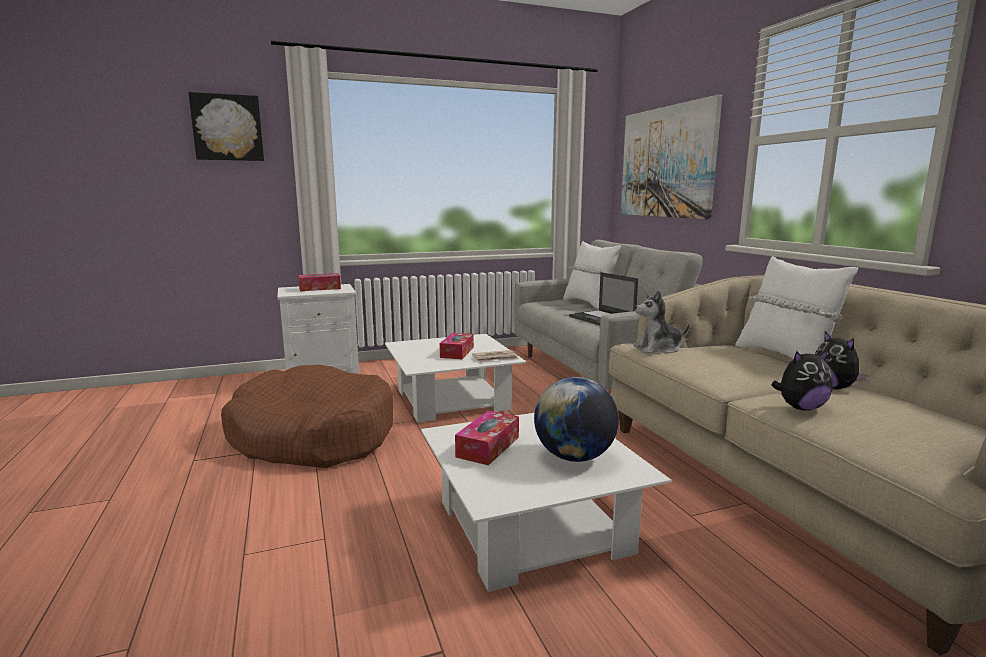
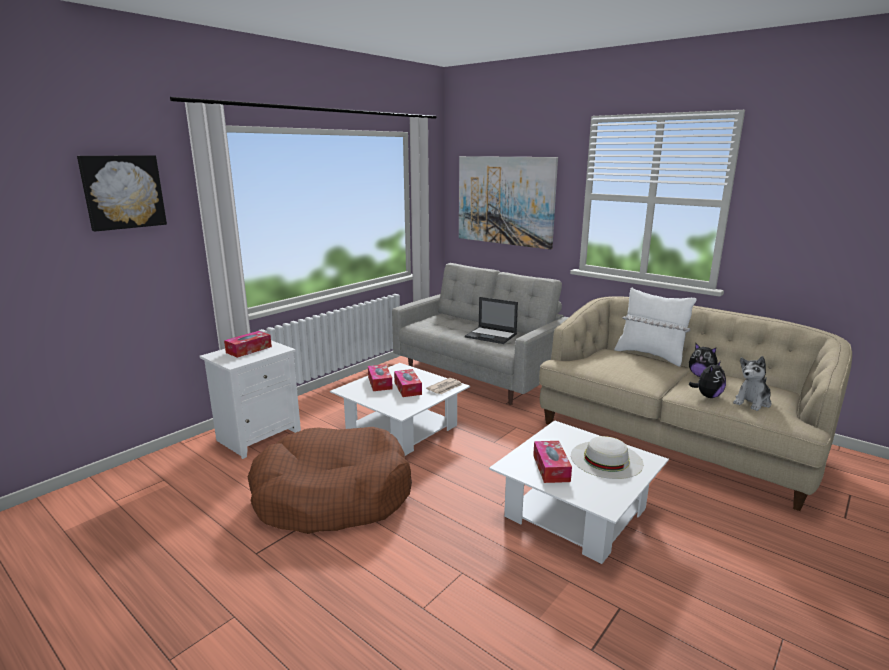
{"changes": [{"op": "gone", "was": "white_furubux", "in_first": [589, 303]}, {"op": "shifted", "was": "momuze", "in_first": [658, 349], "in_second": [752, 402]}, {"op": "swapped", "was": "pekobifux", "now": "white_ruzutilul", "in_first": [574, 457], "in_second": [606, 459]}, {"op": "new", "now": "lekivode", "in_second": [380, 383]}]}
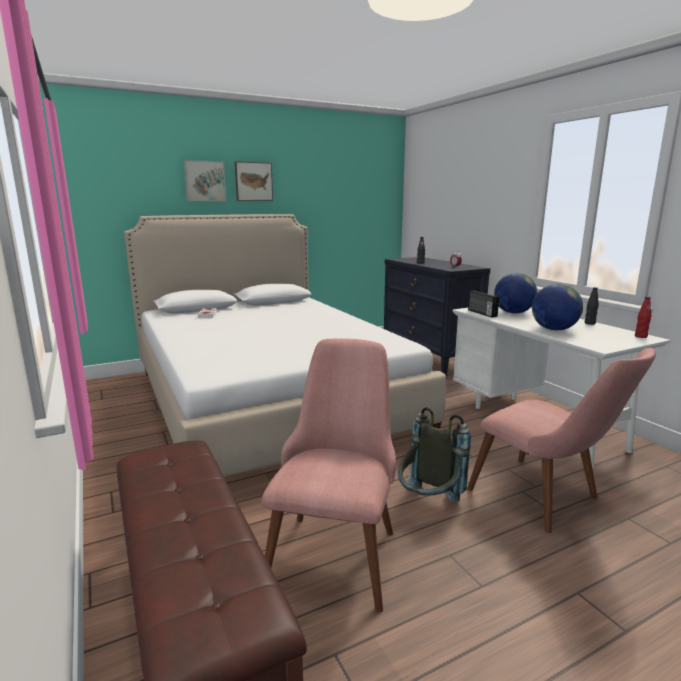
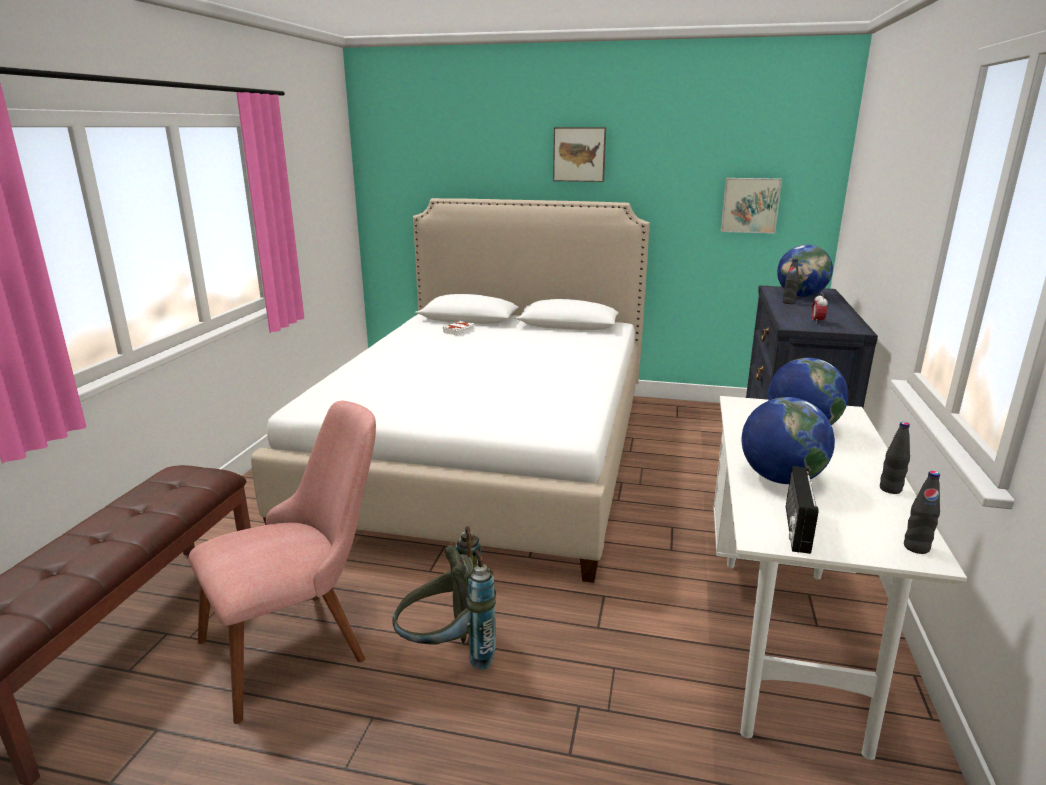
{"changes": [{"op": "shifted", "was": "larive", "in_first": [204, 181], "in_second": [750, 205]}, {"op": "shifted", "was": "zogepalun", "in_first": [481, 313], "in_second": [795, 528]}, {"op": "repainted", "was": "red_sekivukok", "now": "black_sekivukok", "in_first": [640, 336], "in_second": [916, 547]}, {"op": "gone", "was": "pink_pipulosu", "in_first": [547, 500]}, {"op": "new", "now": "pekobifux", "in_second": [801, 296]}]}
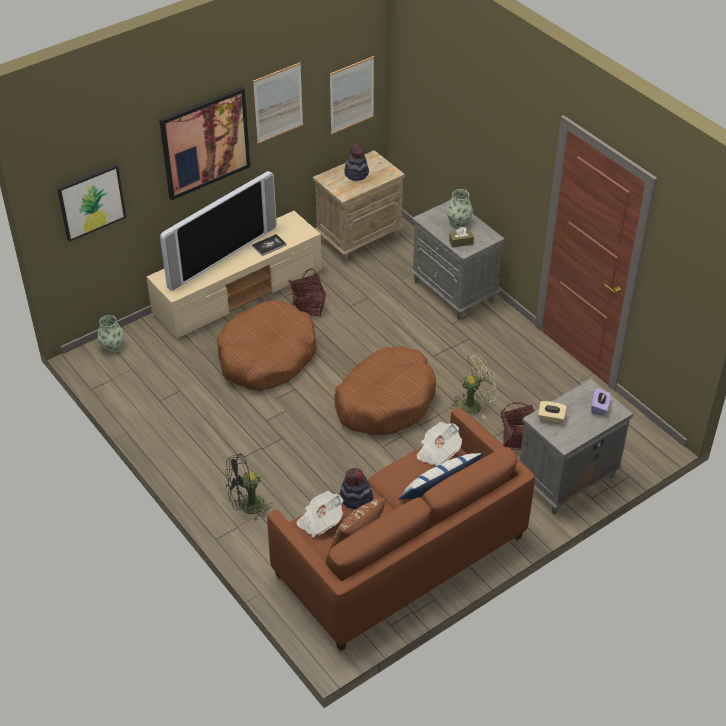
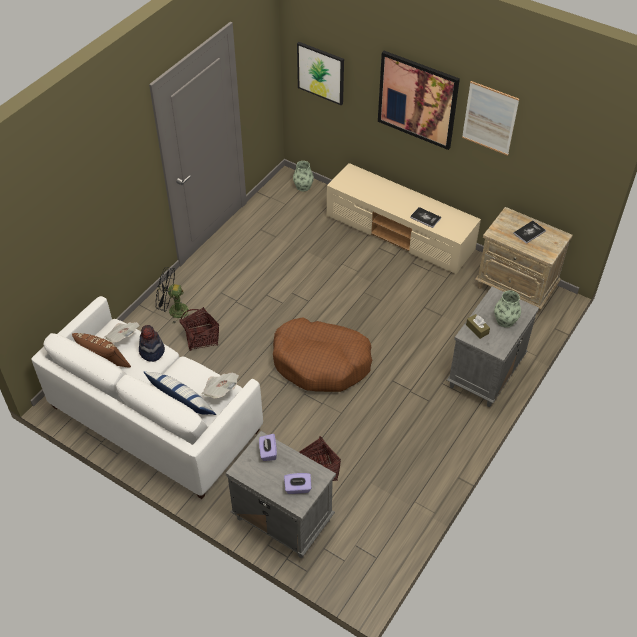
{"changes": [{"op": "gone", "was": "larive", "in_first": [351, 95]}, {"op": "swapped", "was": "ruzutilul", "now": "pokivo", "in_first": [356, 173], "in_second": [529, 232]}, {"op": "gone", "was": "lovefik", "in_first": [220, 255]}, {"op": "shifted", "was": "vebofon", "in_first": [308, 306], "in_second": [201, 338]}, {"op": "gone", "was": "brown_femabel", "in_first": [266, 357]}, {"op": "gone", "was": "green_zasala", "in_first": [474, 405]}, {"op": "repainted", "was": "beige_lekivode", "now": "purple_lekivode", "in_first": [551, 418], "in_second": [268, 452]}, {"op": "repainted", "was": "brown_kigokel", "now": "white_kigokel", "in_first": [400, 556], "in_second": [155, 419]}, {"op": "rotated", "was": "black_zasala", "in_first": [246, 507], "in_second": [173, 311], "clockwise": -45}]}
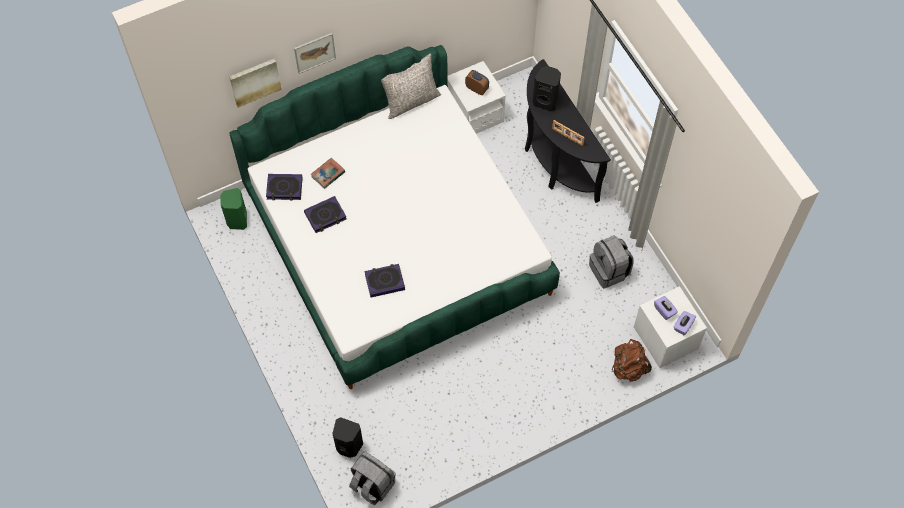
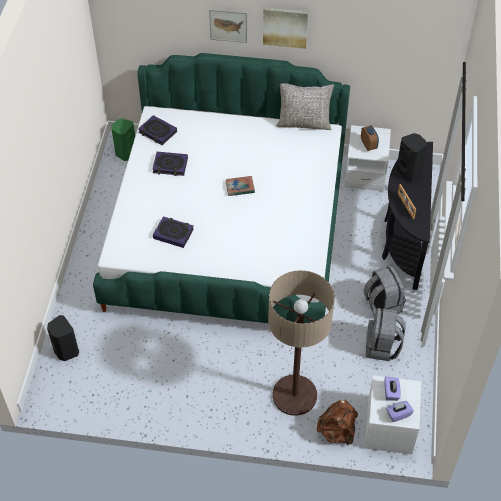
{"changes": [{"op": "shifted", "was": "larive", "in_first": [255, 81], "in_second": [285, 26]}, {"op": "shifted", "was": "pokivo", "in_first": [328, 174], "in_second": [240, 187]}, {"op": "shifted", "was": "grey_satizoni", "in_first": [372, 485], "in_second": [382, 305]}, {"op": "new", "now": "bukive", "in_second": [294, 395]}]}
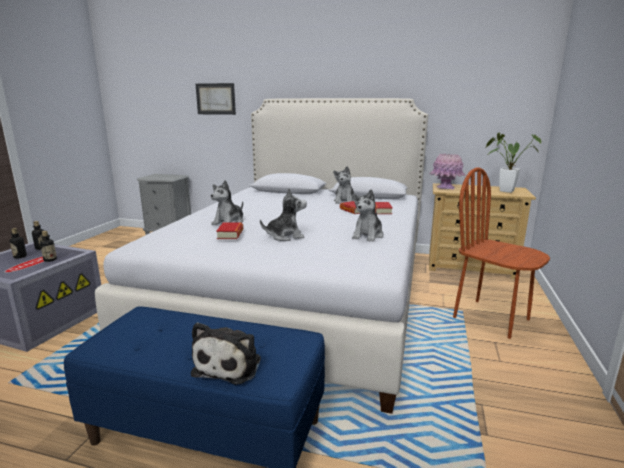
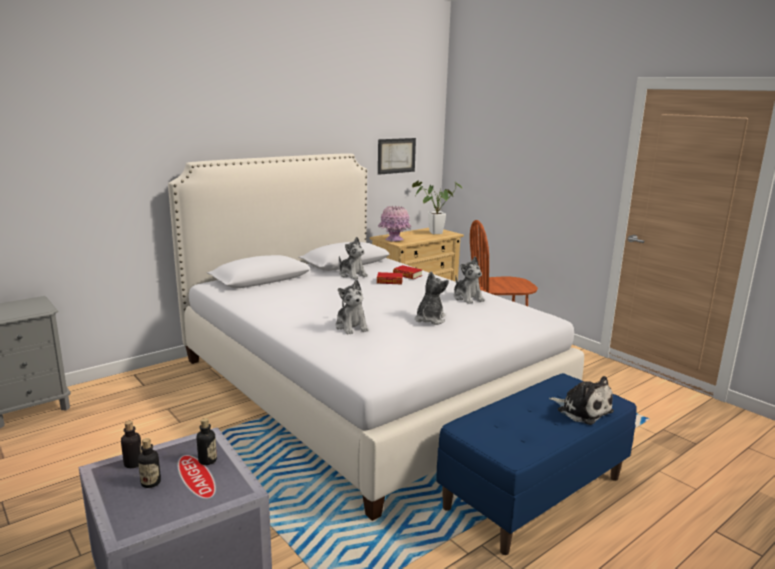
{"changes": [{"op": "shifted", "was": "larive", "in_first": [215, 99], "in_second": [396, 155]}, {"op": "gone", "was": "pokivo", "in_first": [230, 234]}]}
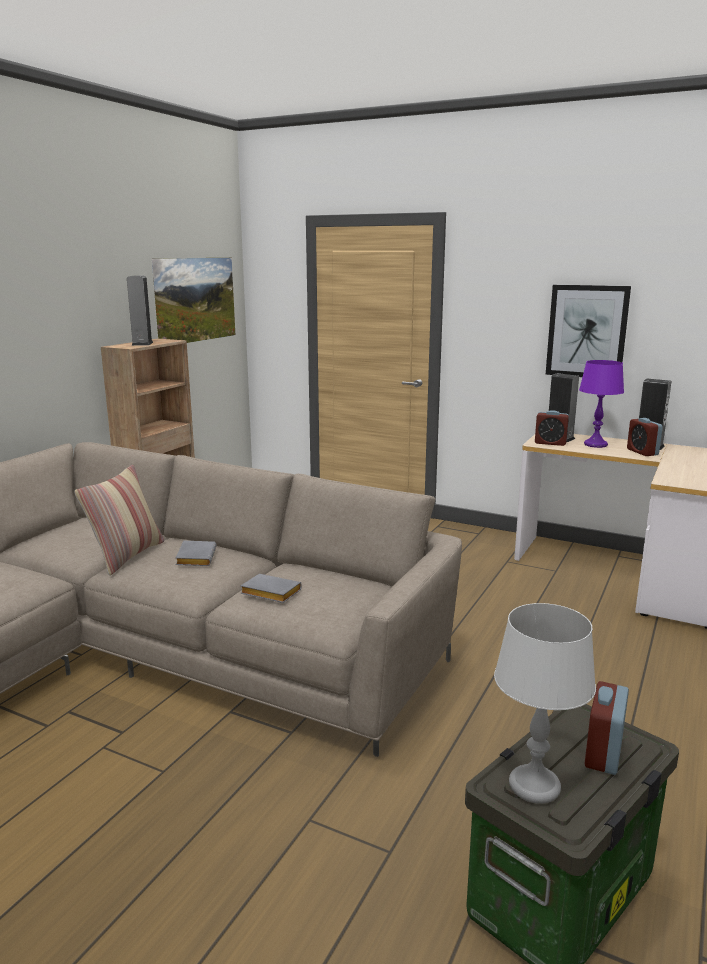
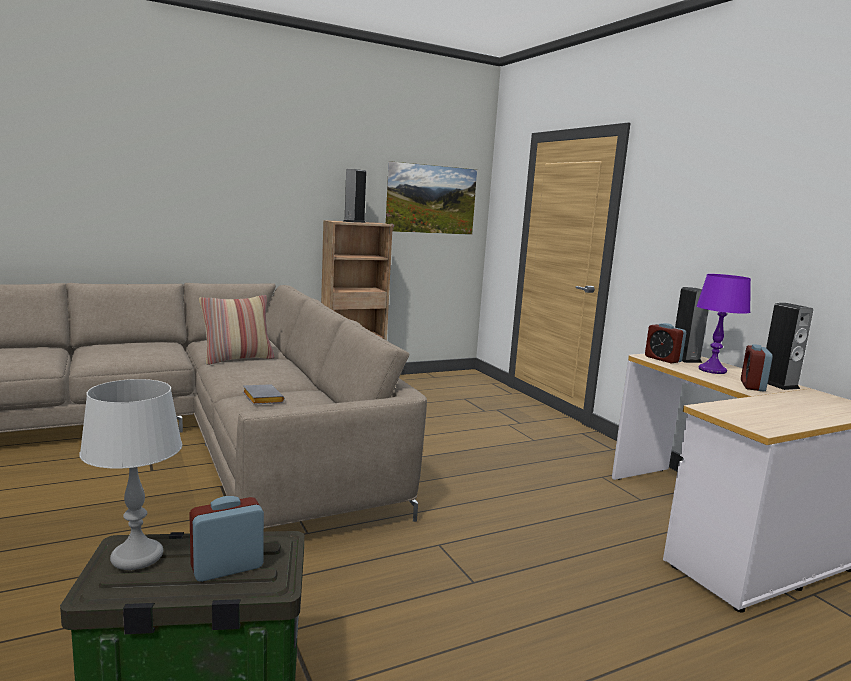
{"changes": [{"op": "gone", "was": "larive", "in_first": [587, 331]}, {"op": "gone", "was": "grey_pokivo", "in_first": [195, 557]}]}
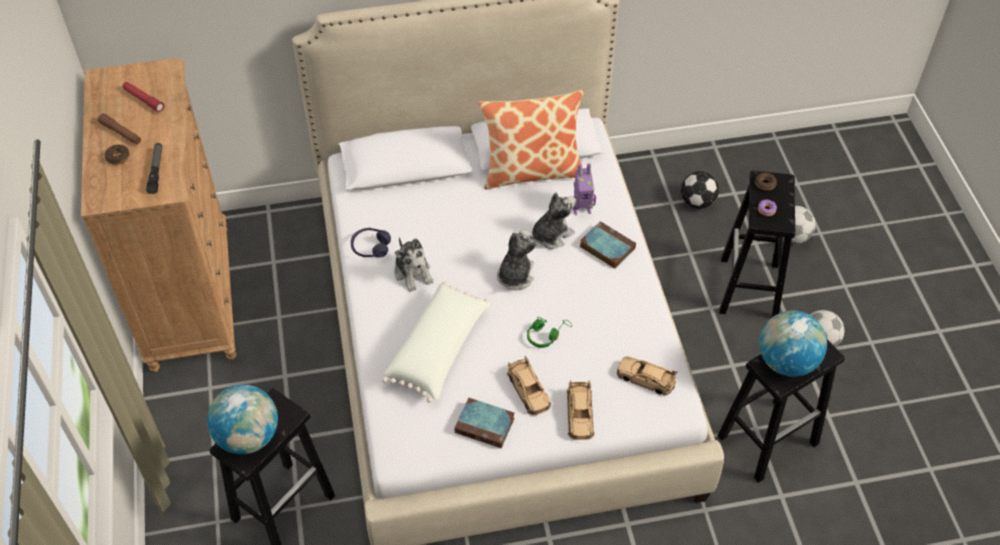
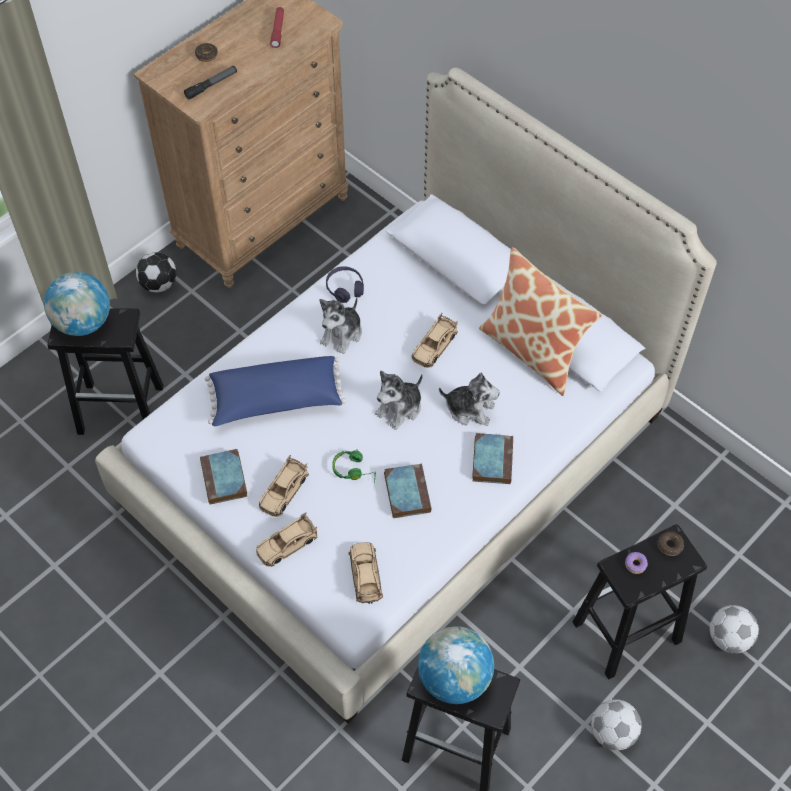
{"changes": [{"op": "gone", "was": "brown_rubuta", "in_first": [121, 133]}, {"op": "gone", "was": "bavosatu", "in_first": [581, 209]}, {"op": "shifted", "was": "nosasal", "in_first": [696, 202], "in_second": [159, 284]}, {"op": "rotated", "was": "momuze", "in_first": [515, 275], "in_second": [400, 408], "clockwise": 150}, {"op": "repainted", "was": "white_furubux", "now": "blue_furubux", "in_first": [439, 349], "in_second": [276, 400]}, {"op": "new", "now": "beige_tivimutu", "in_second": [434, 346]}, {"op": "new", "now": "pokivo", "in_second": [406, 492]}]}
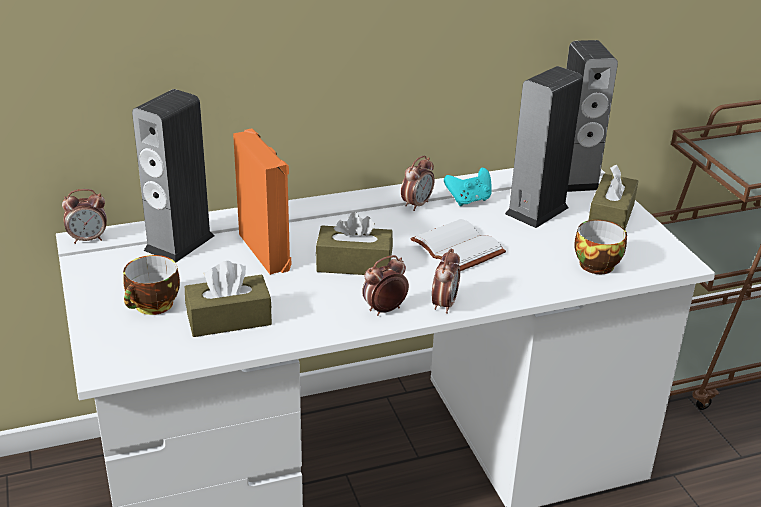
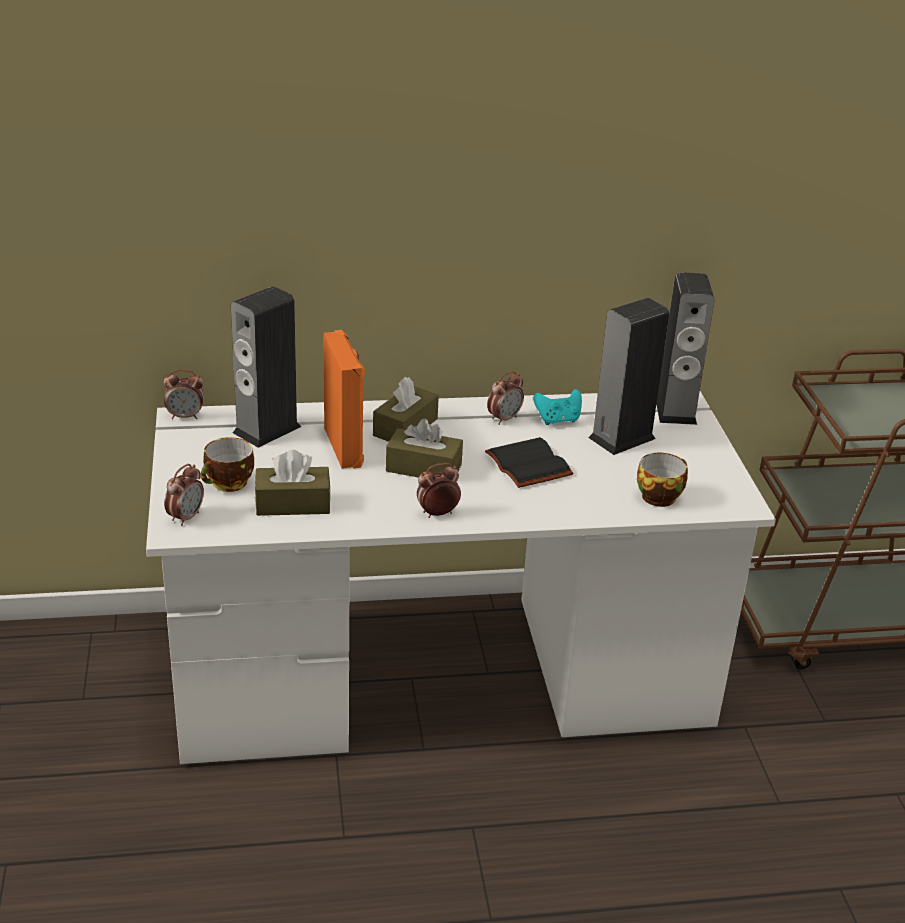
{"changes": [{"op": "shifted", "was": "brown_lekivode", "in_first": [611, 216], "in_second": [405, 427]}, {"op": "repainted", "was": "white_pokivo", "now": "black_pokivo", "in_first": [454, 248], "in_second": [525, 465]}, {"op": "shifted", "was": "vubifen", "in_first": [444, 304], "in_second": [185, 517]}]}
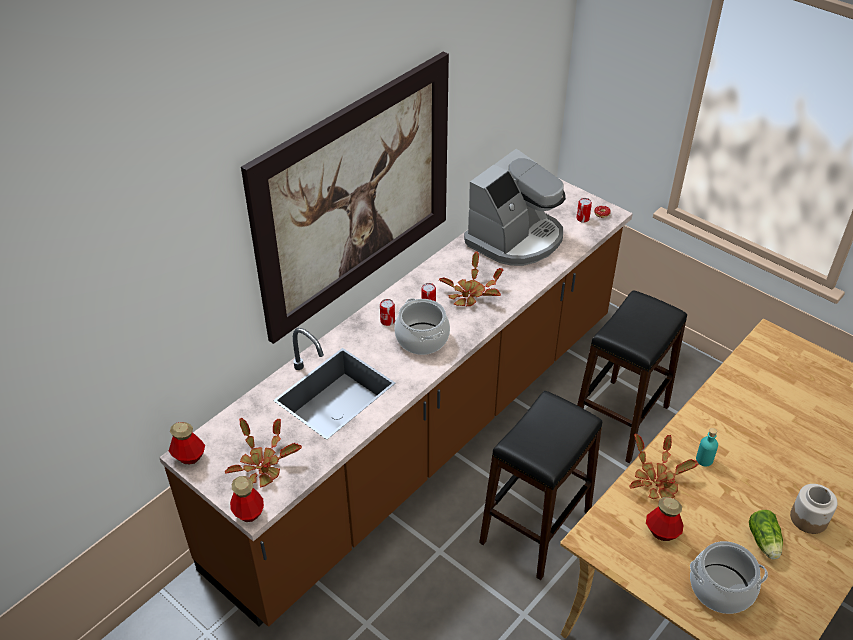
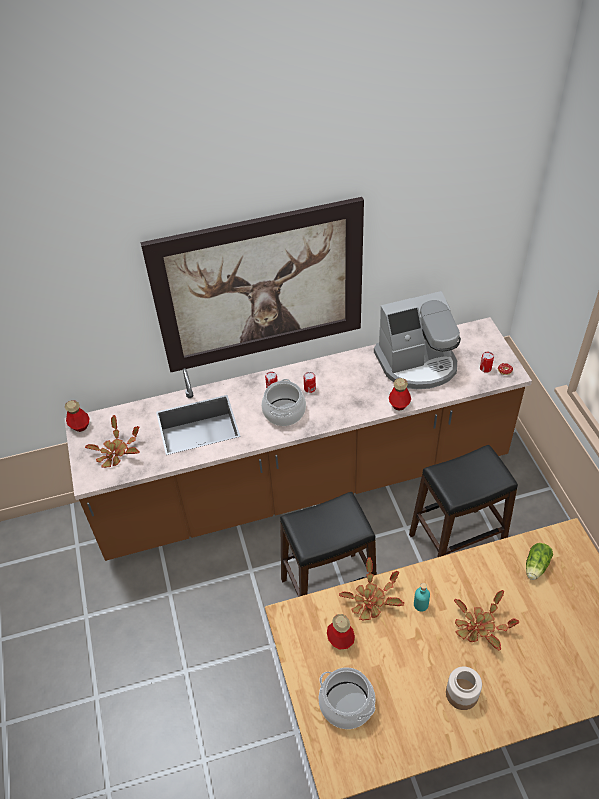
{"changes": [{"op": "shifted", "was": "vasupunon", "in_first": [470, 294], "in_second": [479, 627]}, {"op": "shifted", "was": "sekivukok", "in_first": [248, 512], "in_second": [399, 404]}, {"op": "shifted", "was": "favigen", "in_first": [764, 542], "in_second": [535, 567]}]}
